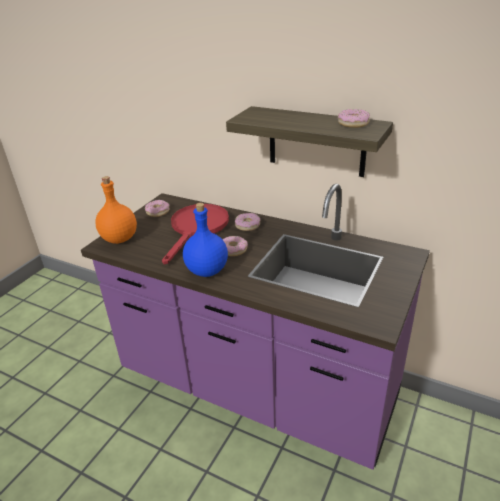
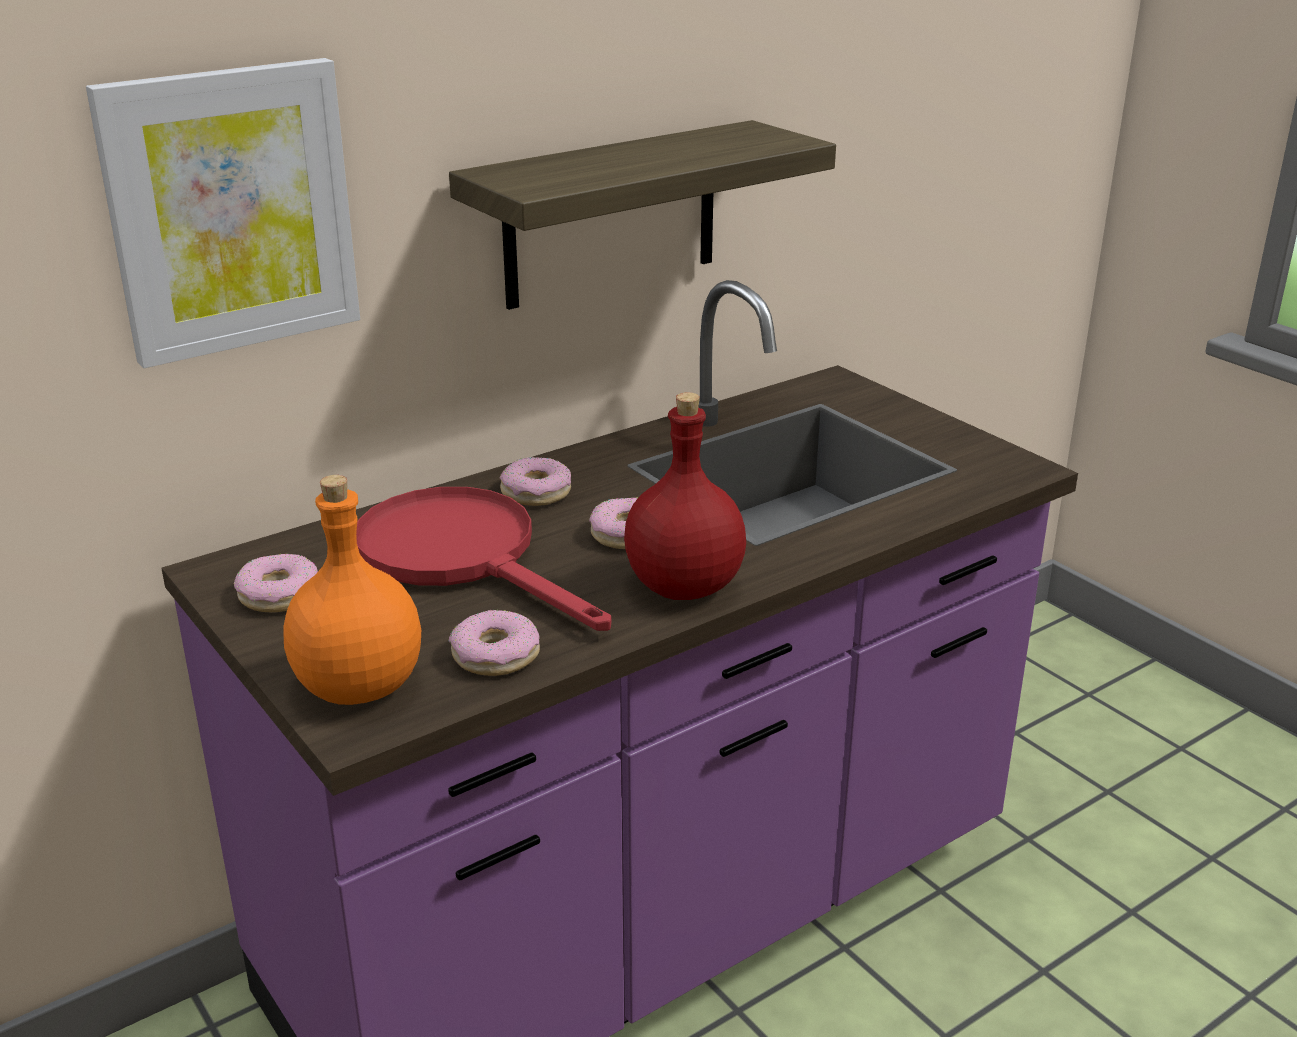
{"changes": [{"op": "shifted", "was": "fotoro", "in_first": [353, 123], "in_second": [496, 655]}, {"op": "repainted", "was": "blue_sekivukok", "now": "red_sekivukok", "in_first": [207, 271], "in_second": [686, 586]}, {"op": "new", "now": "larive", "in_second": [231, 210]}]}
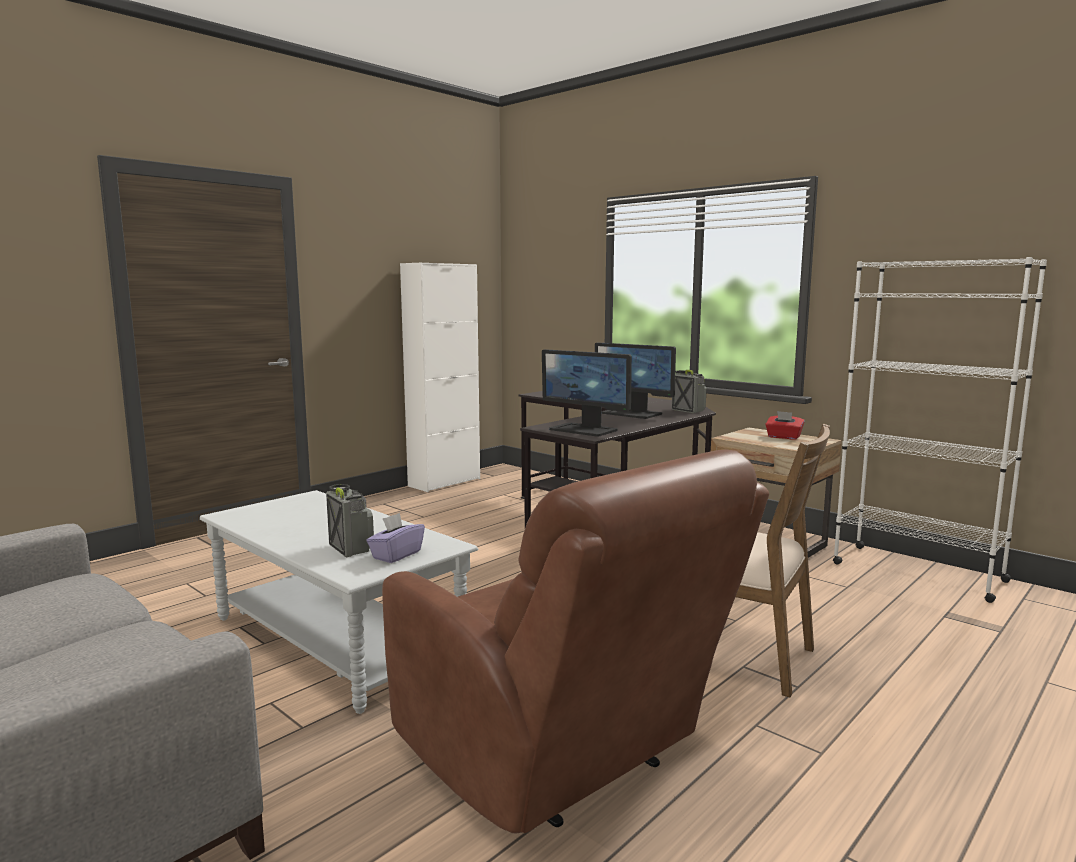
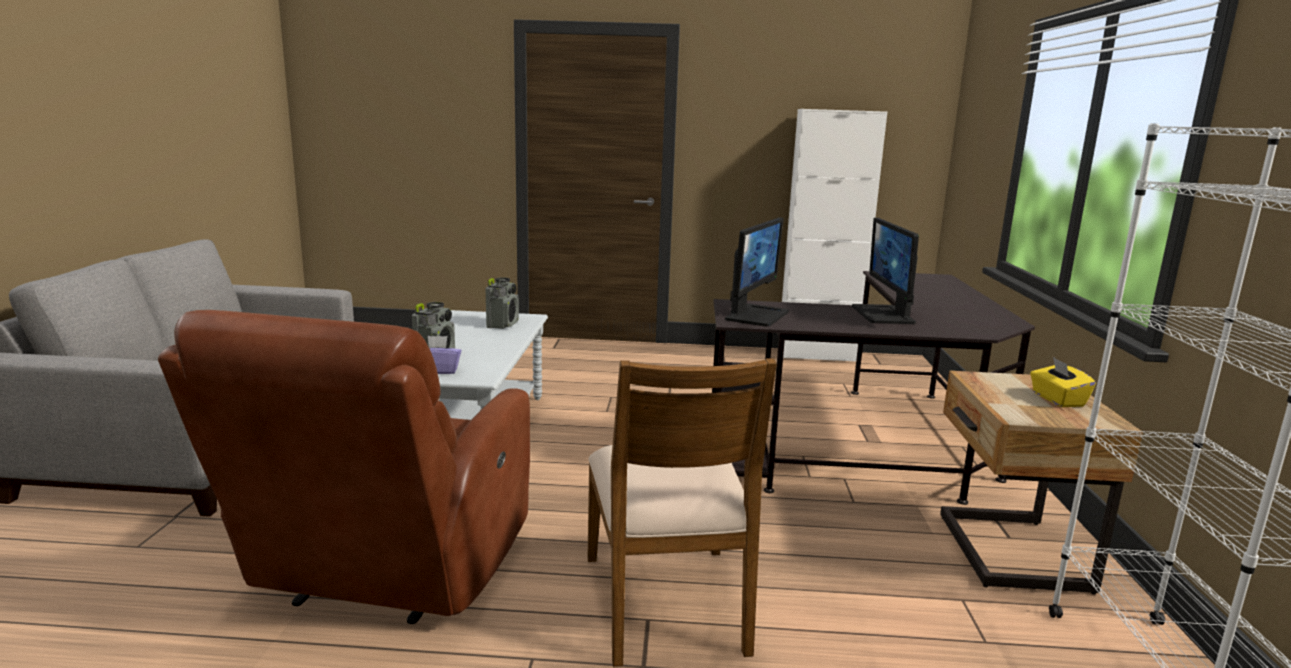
{"changes": [{"op": "rotated", "was": "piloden", "in_first": [584, 430], "in_second": [756, 315], "clockwise": -150}, {"op": "shifted", "was": "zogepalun", "in_first": [688, 410], "in_second": [503, 324]}, {"op": "repainted", "was": "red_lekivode", "now": "yellow_lekivode", "in_first": [783, 437], "in_second": [1057, 400]}]}
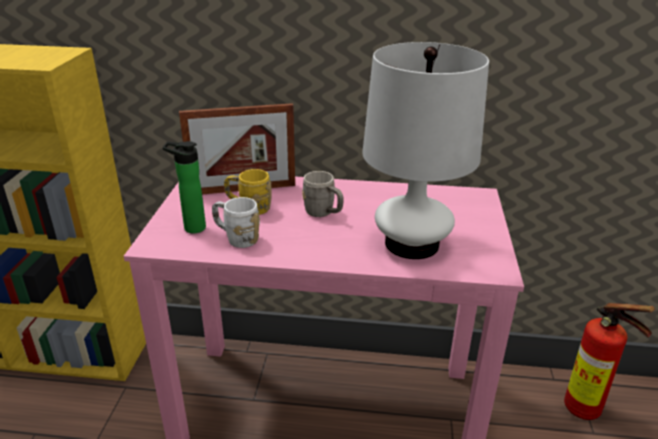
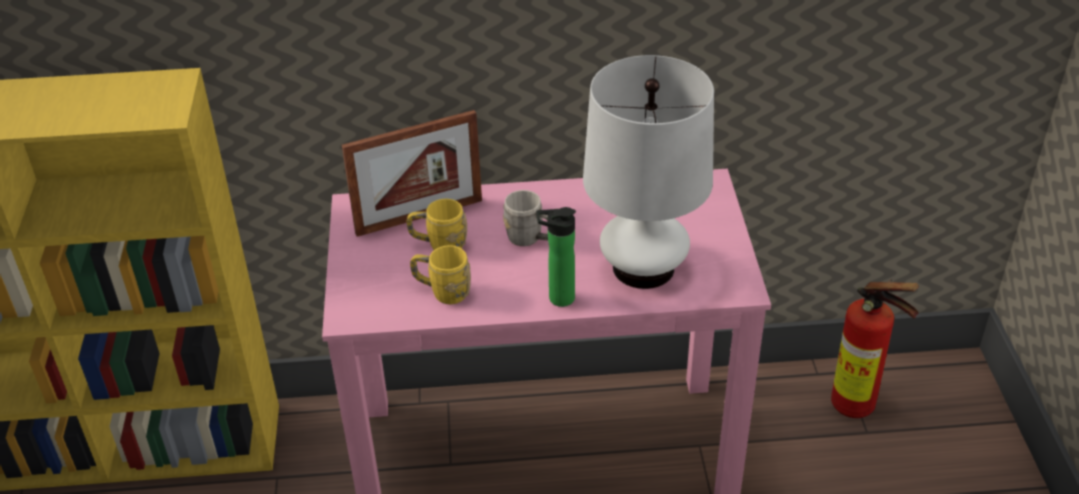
{"changes": [{"op": "shifted", "was": "sekivukok", "in_first": [191, 228], "in_second": [557, 298]}, {"op": "repainted", "was": "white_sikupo", "now": "yellow_sikupo", "in_first": [237, 238], "in_second": [442, 291]}]}
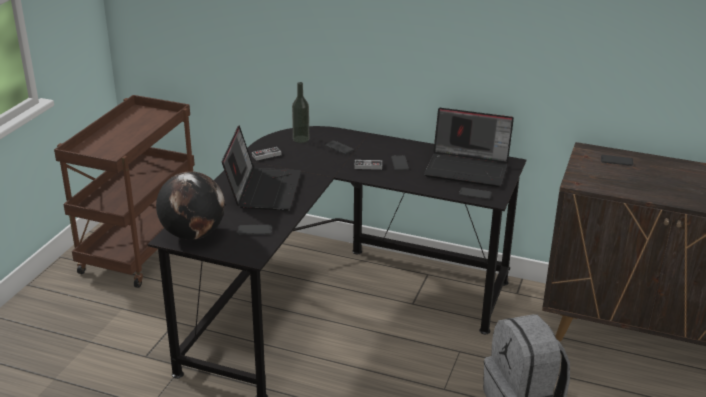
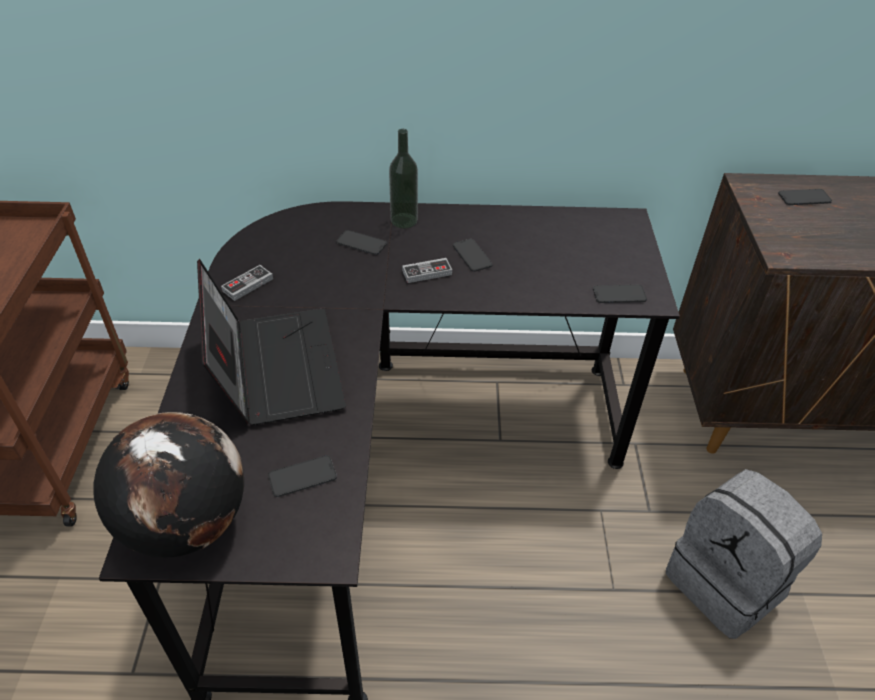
{"changes": [{"op": "shifted", "was": "sekivukok", "in_first": [301, 139], "in_second": [404, 220]}, {"op": "gone", "was": "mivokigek", "in_first": [468, 168]}]}
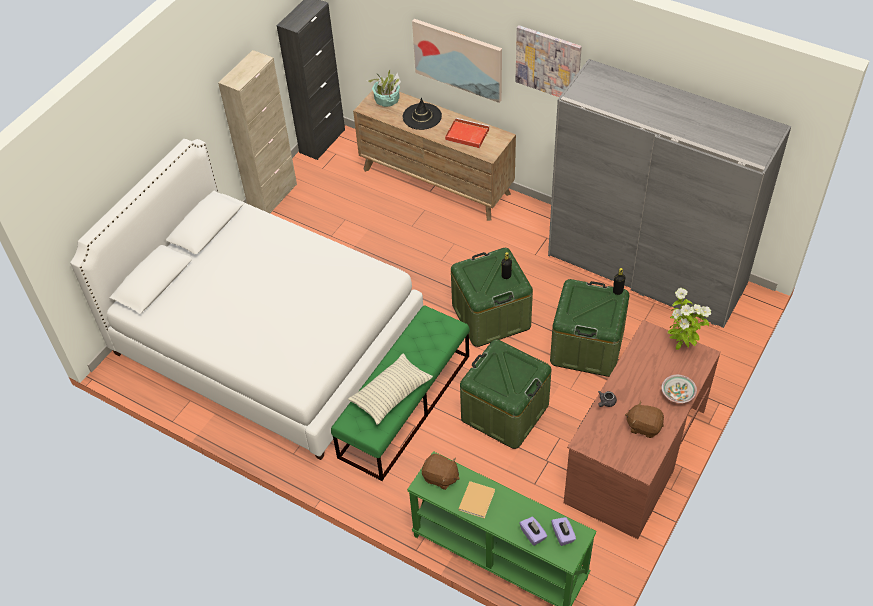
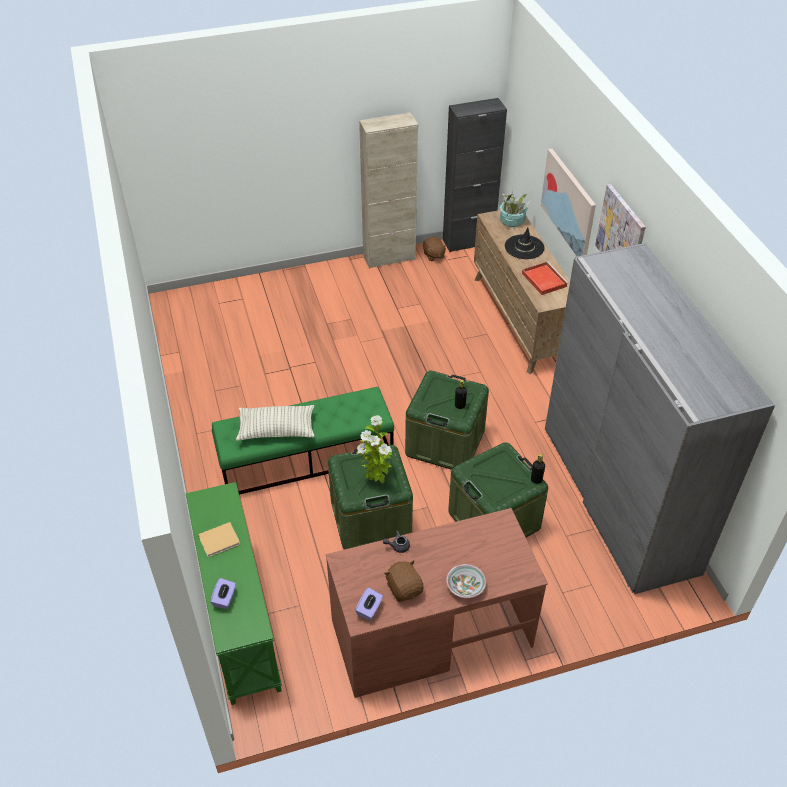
{"changes": [{"op": "gone", "was": "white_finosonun", "in_first": [268, 340]}, {"op": "shifted", "was": "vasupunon", "in_first": [681, 345], "in_second": [376, 479]}, {"op": "shifted", "was": "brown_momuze", "in_first": [440, 477], "in_second": [433, 255]}, {"op": "shifted", "was": "purple_lekivode", "in_first": [563, 535], "in_second": [369, 609]}]}
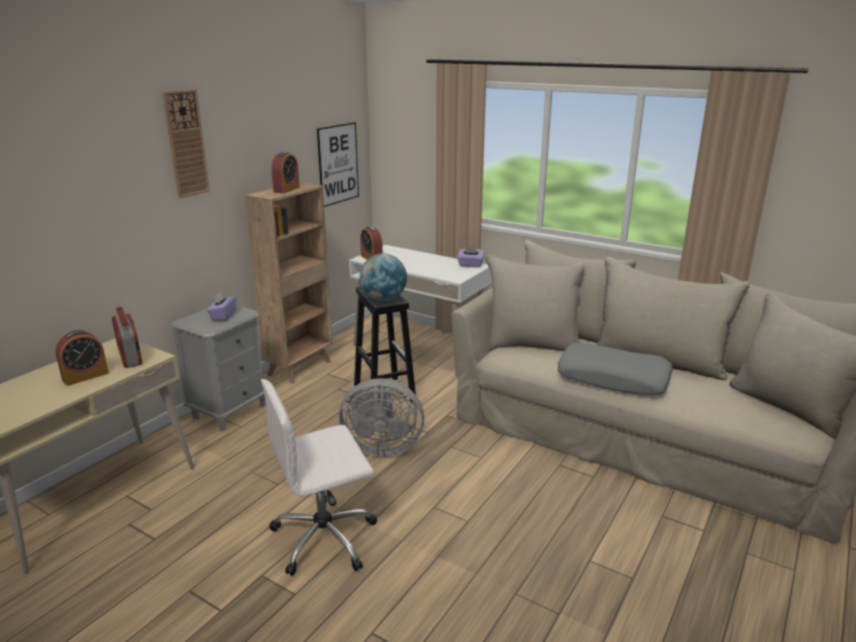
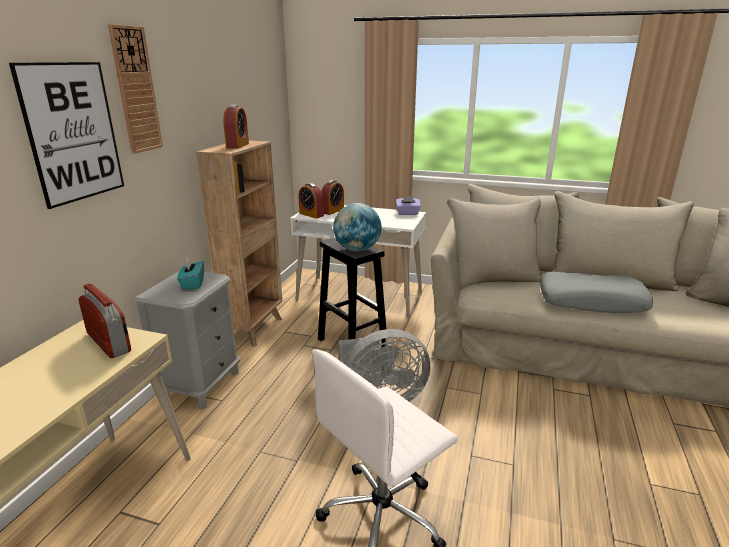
{"changes": [{"op": "shifted", "was": "larive", "in_first": [338, 164], "in_second": [73, 132]}, {"op": "repainted", "was": "purple_lekivode", "now": "turquoise_lekivode", "in_first": [223, 316], "in_second": [192, 284]}, {"op": "shifted", "was": "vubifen", "in_first": [85, 376], "in_second": [332, 211]}]}
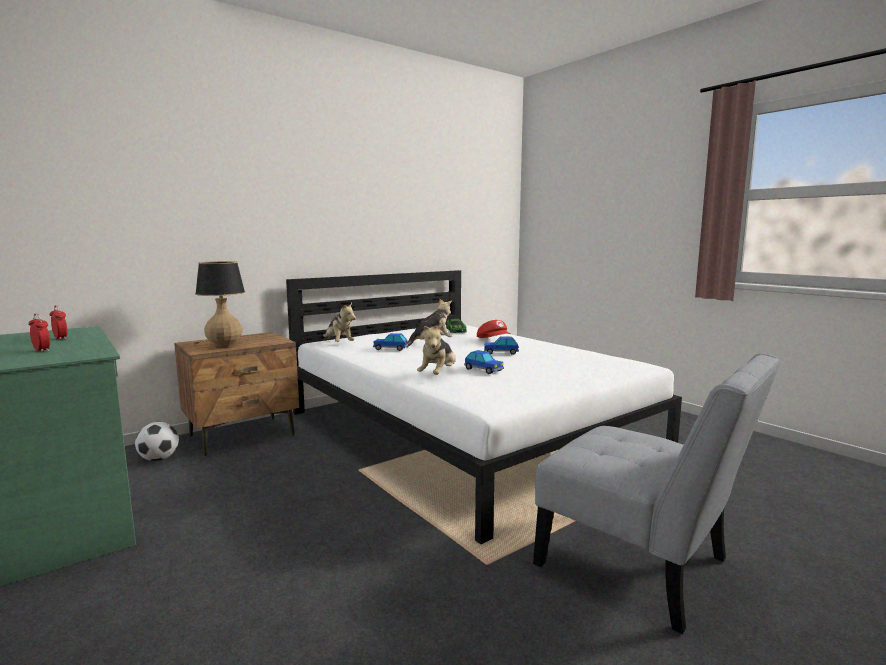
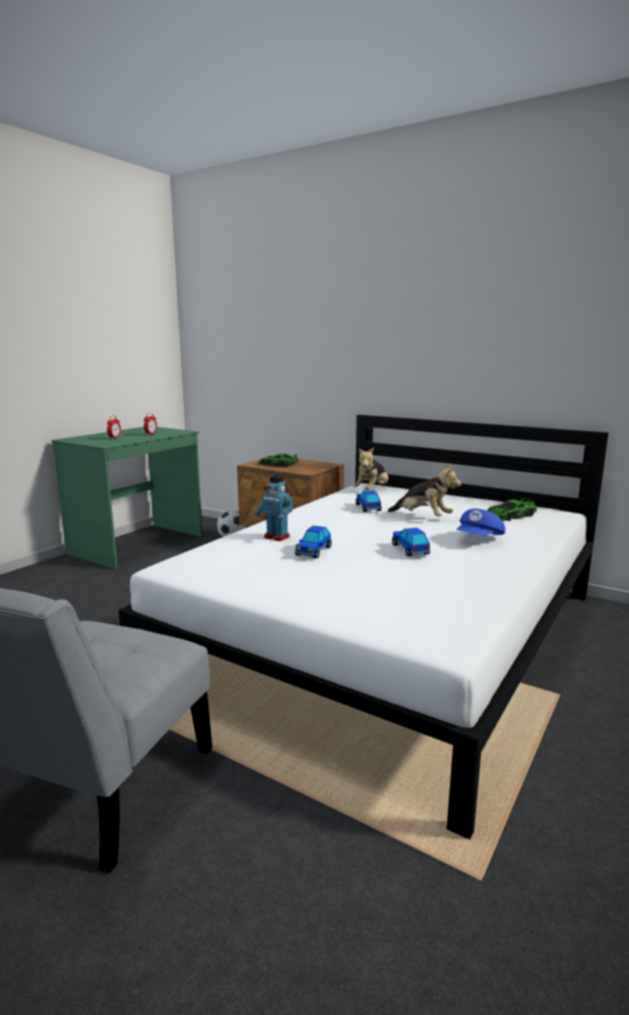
{"changes": [{"op": "swapped", "was": "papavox", "now": "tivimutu", "in_first": [225, 345], "in_second": [277, 464]}, {"op": "repainted", "was": "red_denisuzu", "now": "blue_denisuzu", "in_first": [494, 340], "in_second": [479, 539]}, {"op": "swapped", "was": "momuze", "now": "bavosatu", "in_first": [438, 375], "in_second": [276, 537]}]}
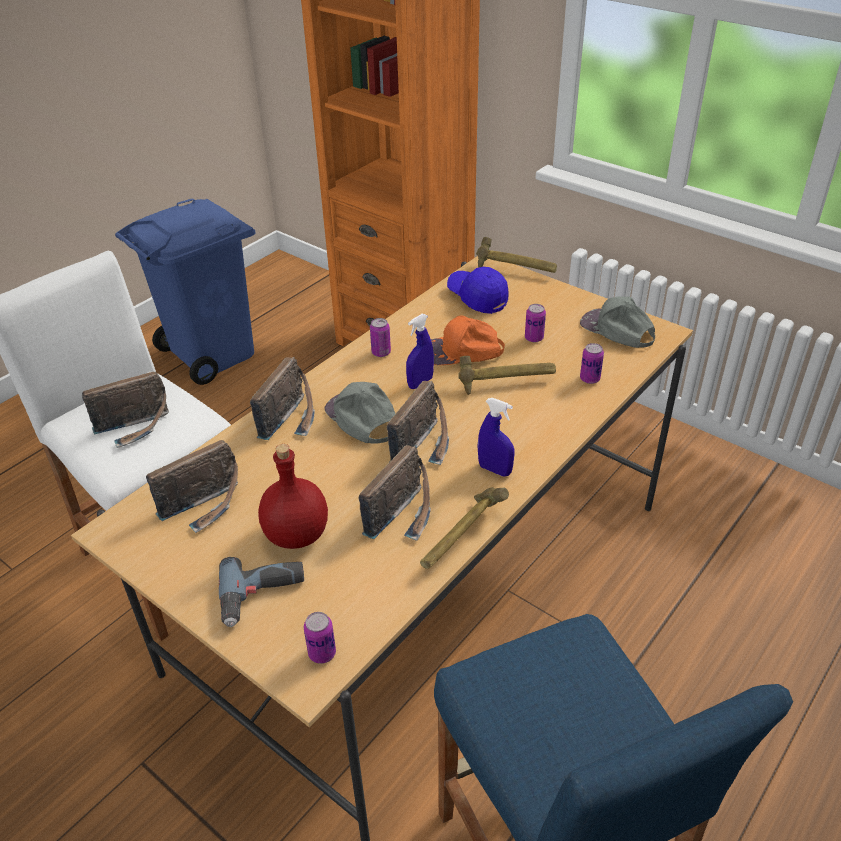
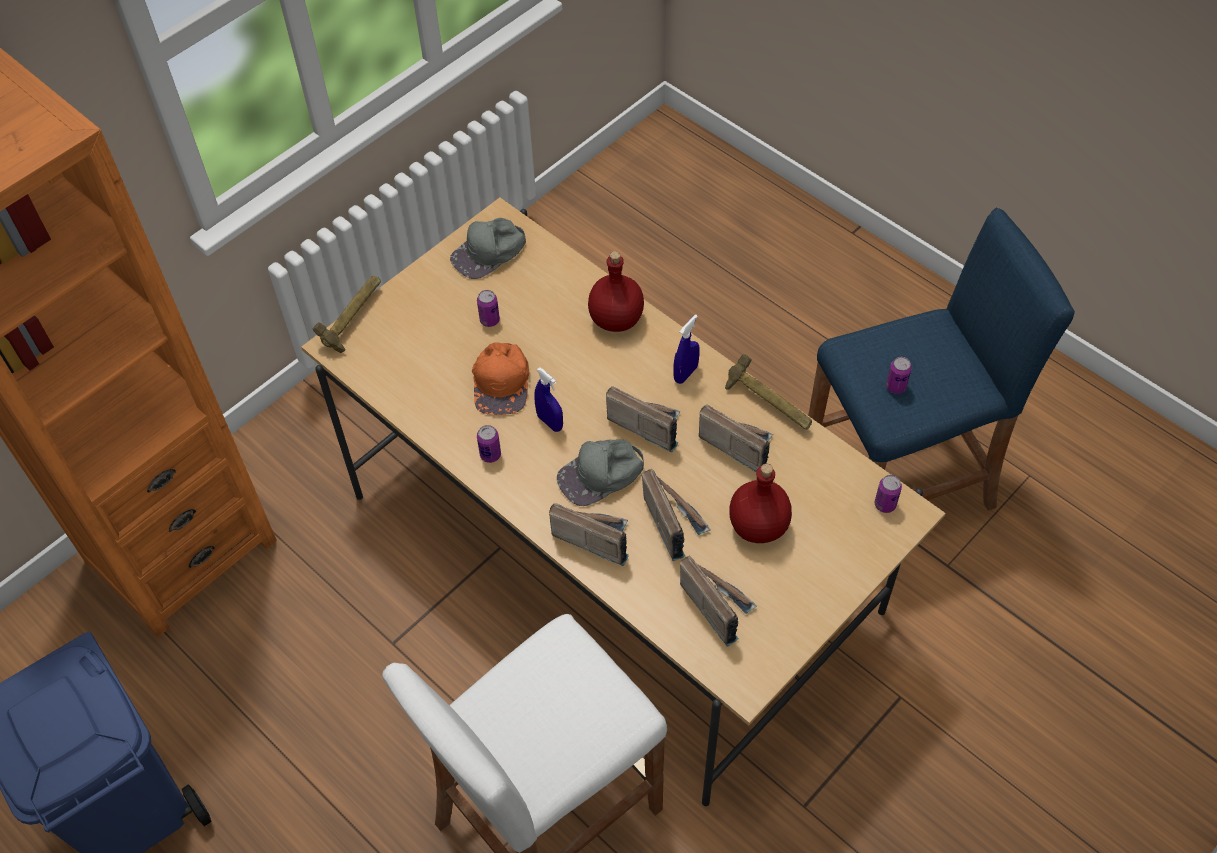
{"changes": [{"op": "gone", "was": "blue_denisuzu", "in_first": [477, 298]}, {"op": "shifted", "was": "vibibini", "in_first": [589, 379], "in_second": [896, 386]}, {"op": "gone", "was": "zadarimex", "in_first": [506, 384]}, {"op": "shifted", "was": "zogepalun", "in_first": [136, 427], "in_second": [673, 521]}, {"op": "gone", "was": "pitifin", "in_first": [263, 596]}, {"op": "new", "now": "red_sekivukok", "in_second": [616, 319]}]}
